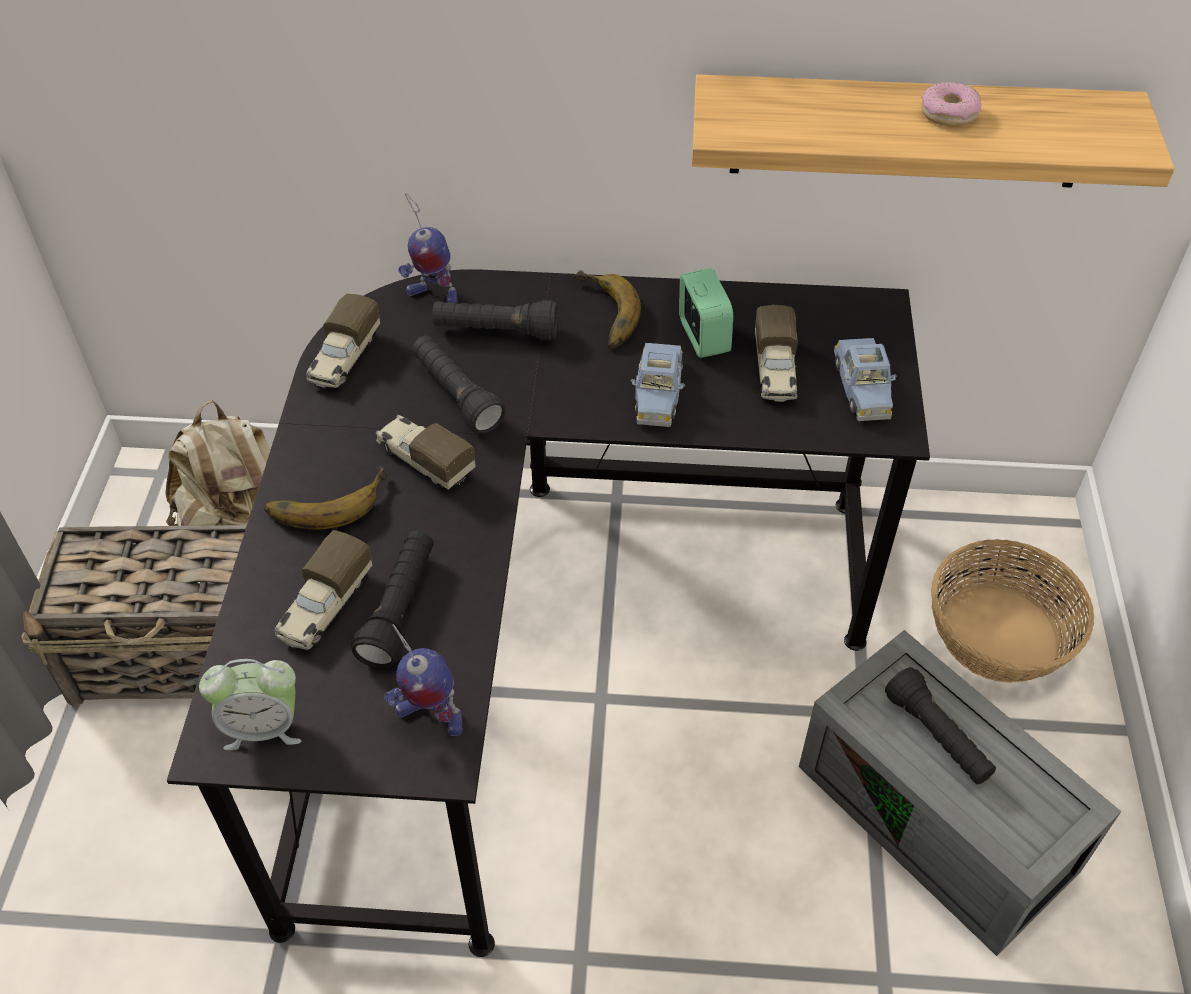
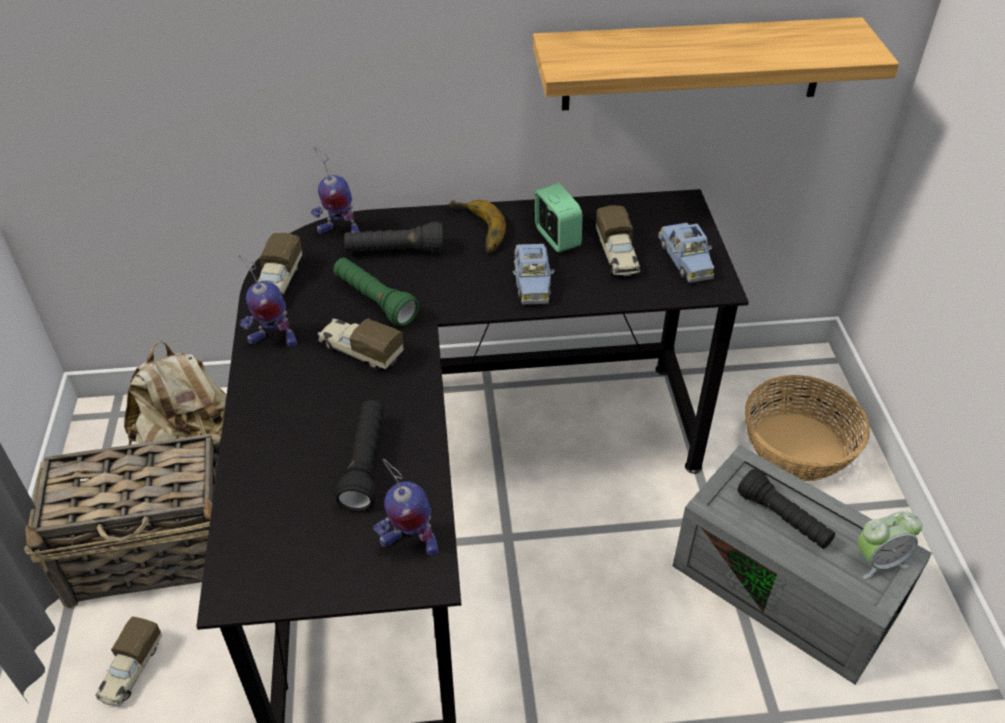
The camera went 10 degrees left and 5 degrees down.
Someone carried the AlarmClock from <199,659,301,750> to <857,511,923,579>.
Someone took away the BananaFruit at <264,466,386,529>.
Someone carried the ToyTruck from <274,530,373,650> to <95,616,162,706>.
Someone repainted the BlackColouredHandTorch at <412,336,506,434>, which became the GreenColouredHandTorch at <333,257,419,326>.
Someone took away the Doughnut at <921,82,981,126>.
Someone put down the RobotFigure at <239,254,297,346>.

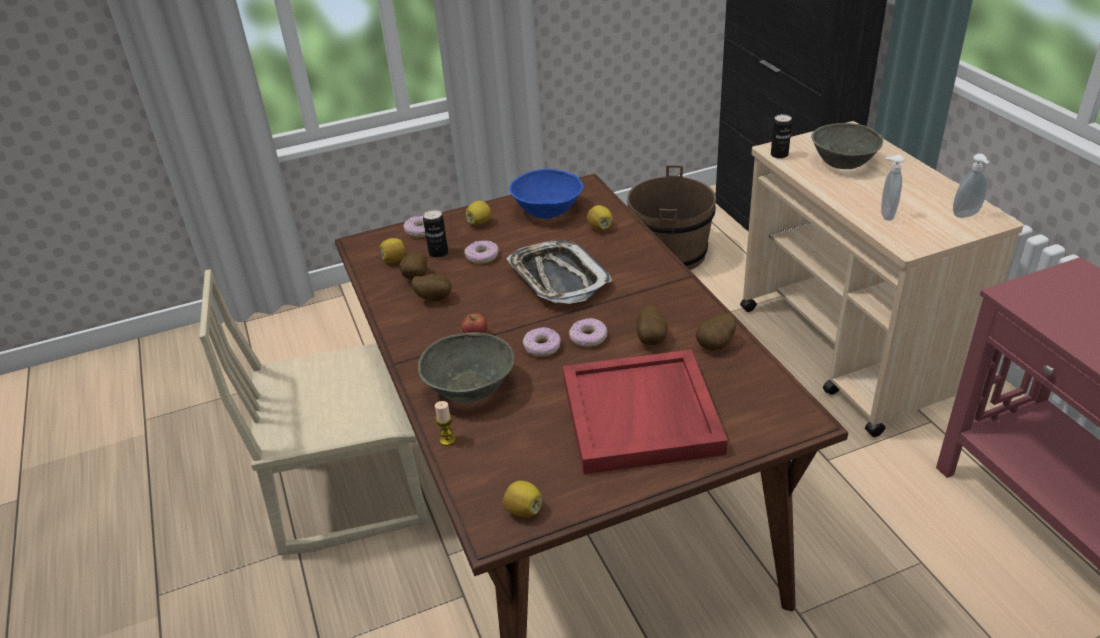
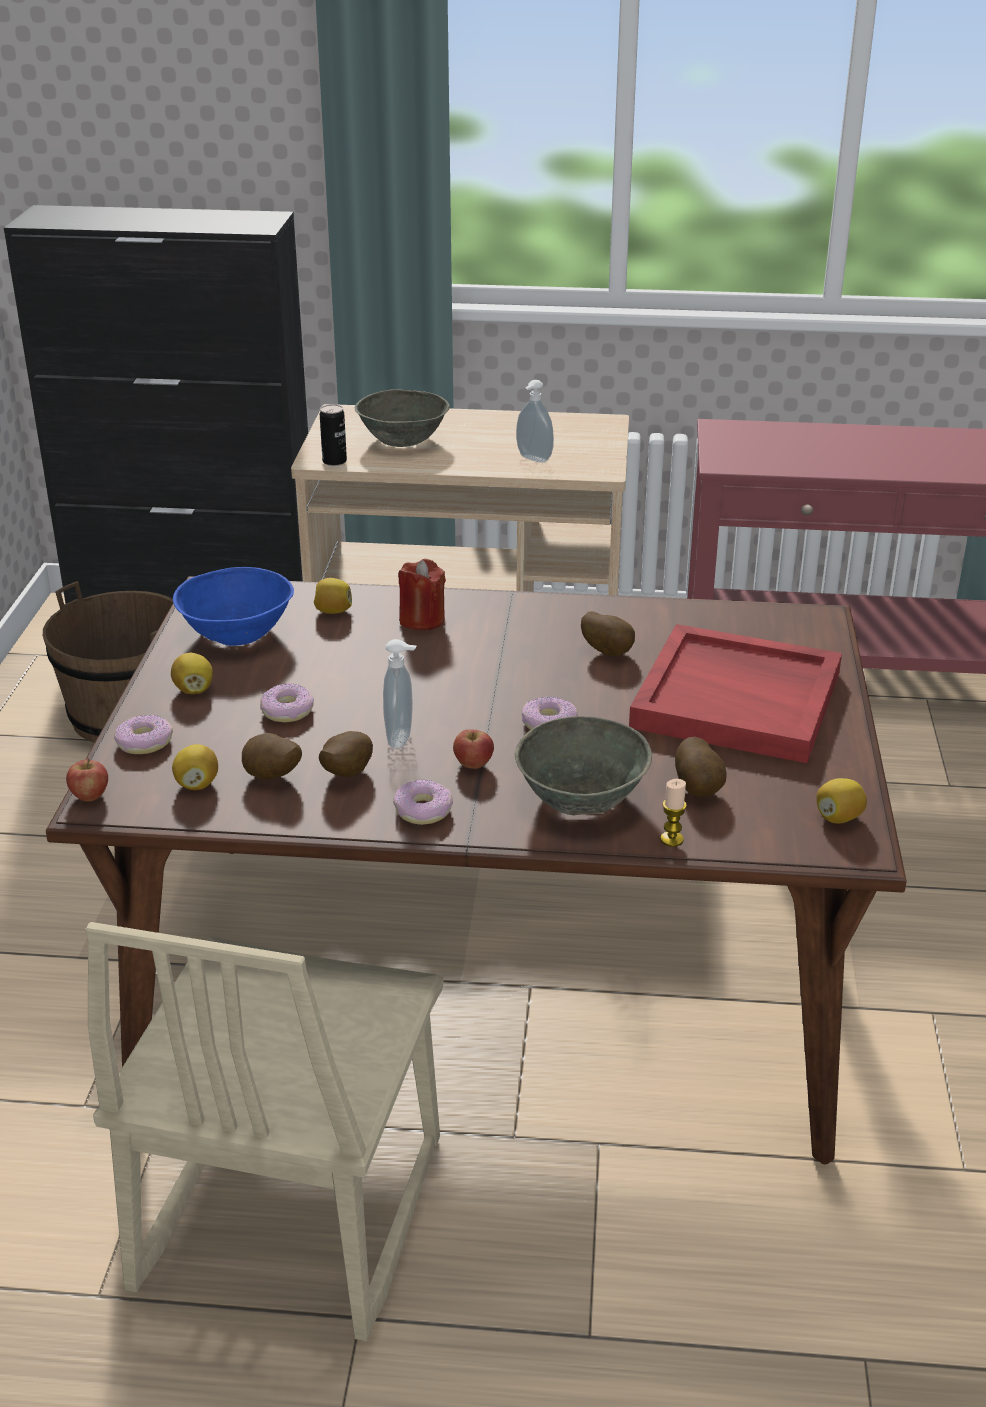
The camera went 65 degrees left and 5 degrees down.
Someone took away the Can at <423,209,448,258>.
Someone took away the Tray at <506,240,612,304>.
Someone carried the Doughnut from <569,318,607,347> to <393,779,453,825>.
Someone carried the Spud from <696,313,736,351> to <675,737,727,797>.
Someone carried the SoapDispenser from <953,154,990,218> to <383,639,417,749>.
Someone put down the Apple at <66,758,108,801>.
Someone put down the RedColouredWaxCandle at <398,559,446,630>.

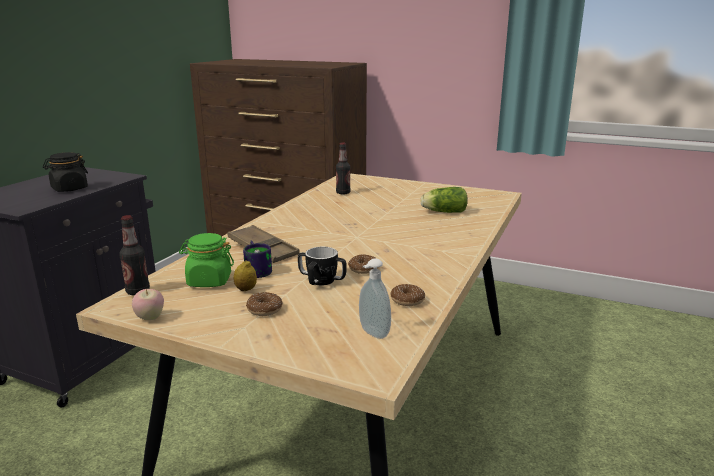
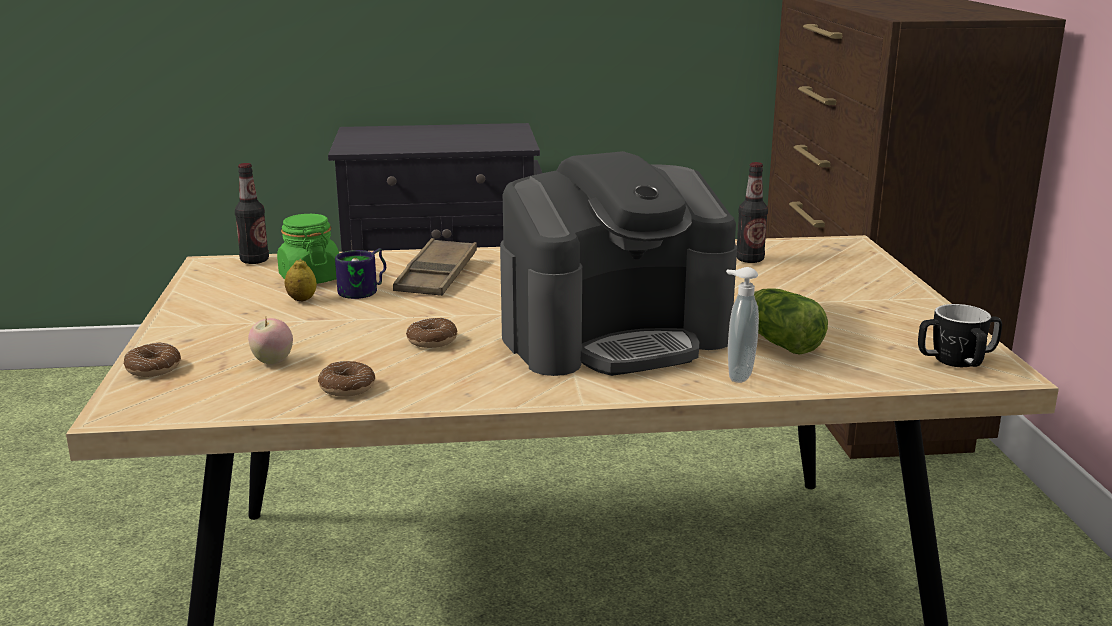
The camera went 60 degrees right and 0 degrees up.
Someone took away the BlackColouredPreserveJar at <43,152,88,192>.
Someone carried the Apple from <132,289,164,320> to <248,317,293,365>.
Someone carried the Doughnut from <246,292,283,316> to <124,342,181,377>.
Someone carried the Mug from <298,247,347,286> to <918,304,1002,367>.
Someone carried the SoapDispenser from <359,259,391,339> to <726,267,759,383>.
Someone put down the CoffeeBrewer at <500,151,737,376>.

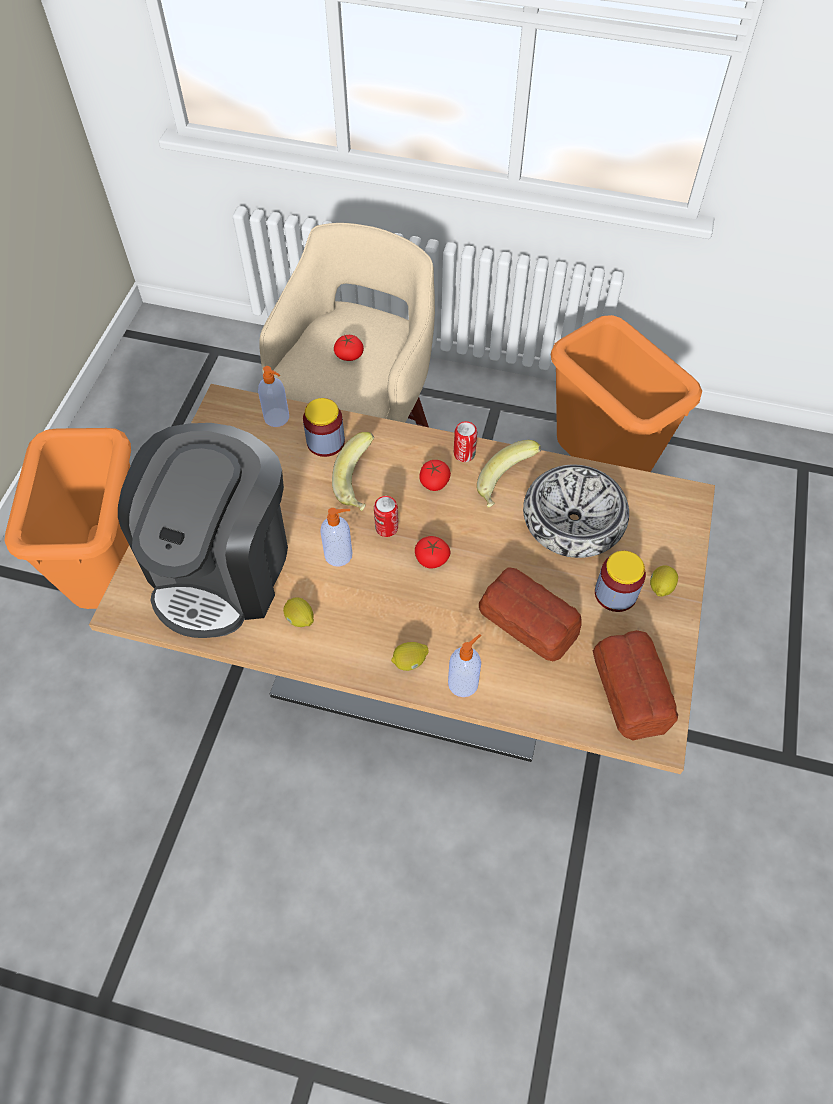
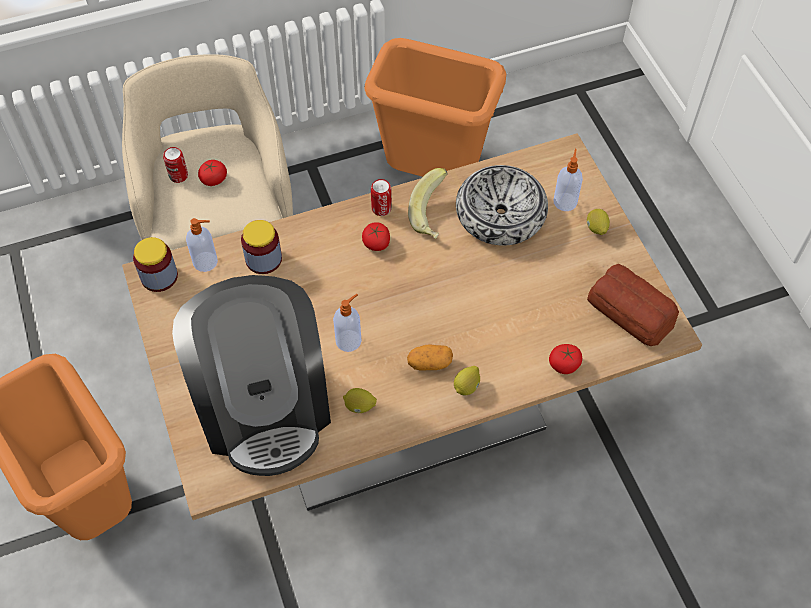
The camera went 35 degrees left and 0 degrees up.
Someone took away the BananaFruit at <332,432,374,511>.
Someone carried the Can from <374,496,398,537> to <163,147,188,183>.
Someone carried the FreshTomato from <415,536,450,569> to <549,344,582,374>.
Someone carried the SoapDispenser from <448,634,481,697> to <553,149,583,211>.
Someone took away the BakeryBread at <479,567,582,661>.
Someone carried the PreserveJar from <595,551,646,612> to <133,237,178,292>.
Someone put down the Spud at <407,344,453,370>.

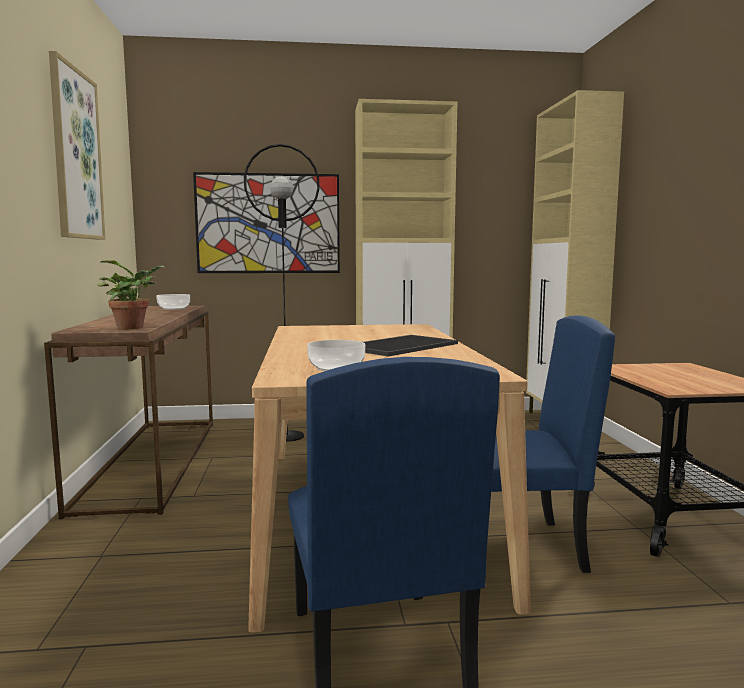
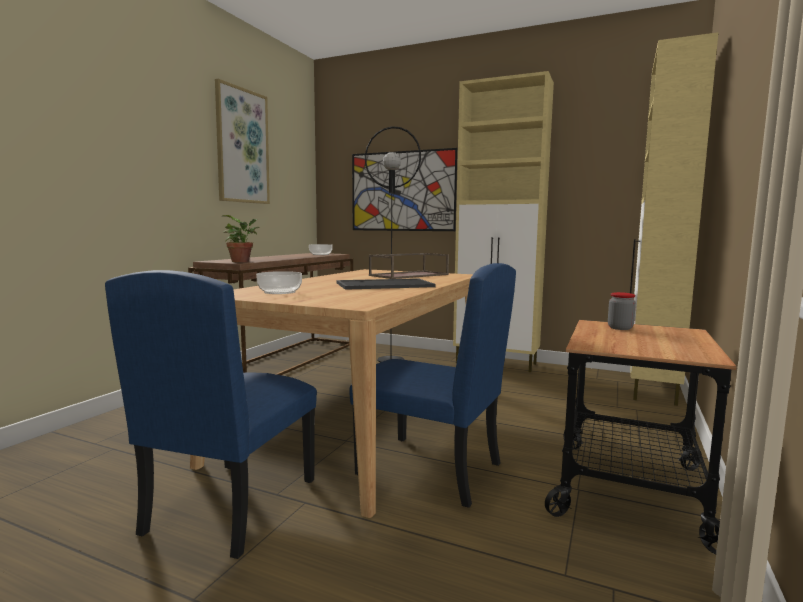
The camera went 30 degrees right and 0 degrees up.
Someone put down the BrownishTray at <369,253,449,279>.
Someone put down the PreserveJar at <608,292,636,330>.

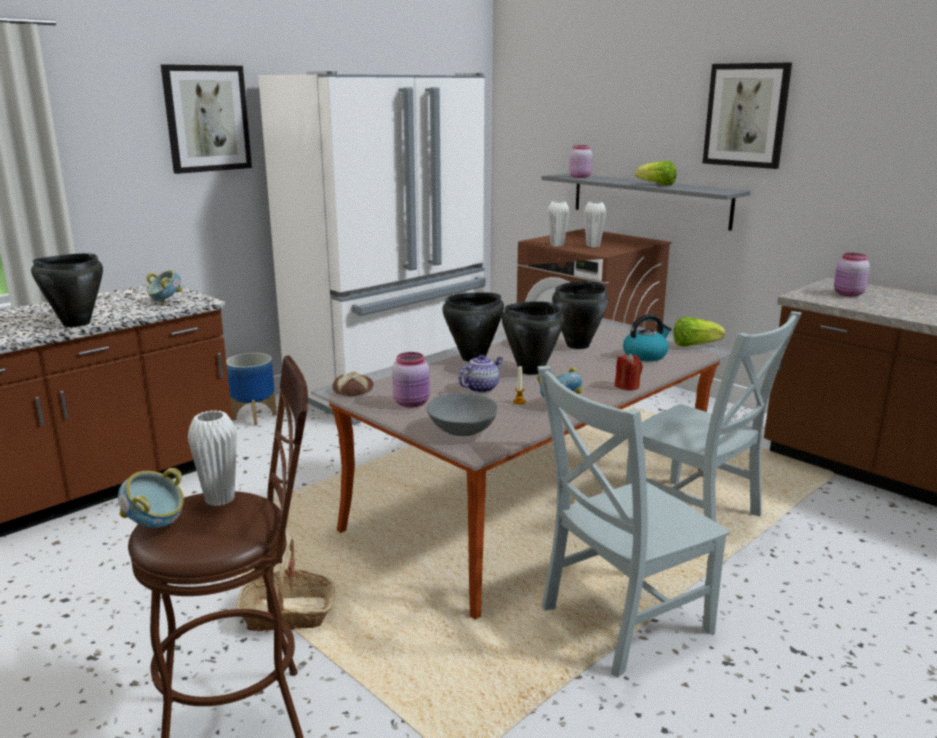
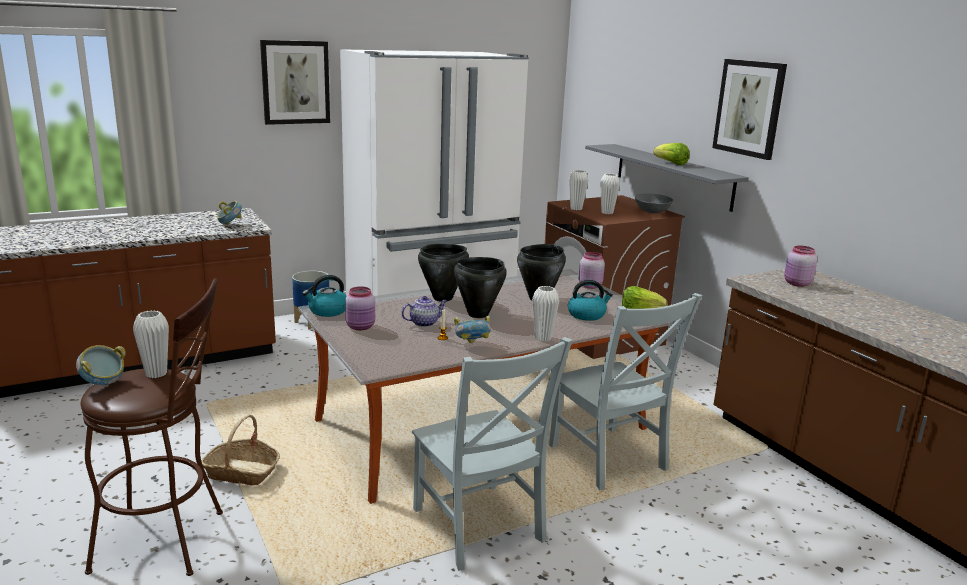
The camera went 15 degrees right and 0 degrees up.
Someone took away the BlackColouredStockpot at <31,253,103,327>.
Someone swapped the BakeryBread at <332,372,373,397> for the Kettle at <302,275,346,317>.
Someone carried the GreyBowl from <427,393,498,436> to <635,194,673,213>.
Someone rotated the GreyUprightChair at <537,366,730,678> by 105 degrees counterclockwise.
Someone carried the PinkColouredPreserveJar from <569,145,592,178> to <579,252,605,289>.
Someone swapped the RedColouredWaxCandle at <615,353,643,390> for the WhiteFlowerVase at <532,286,559,341>.

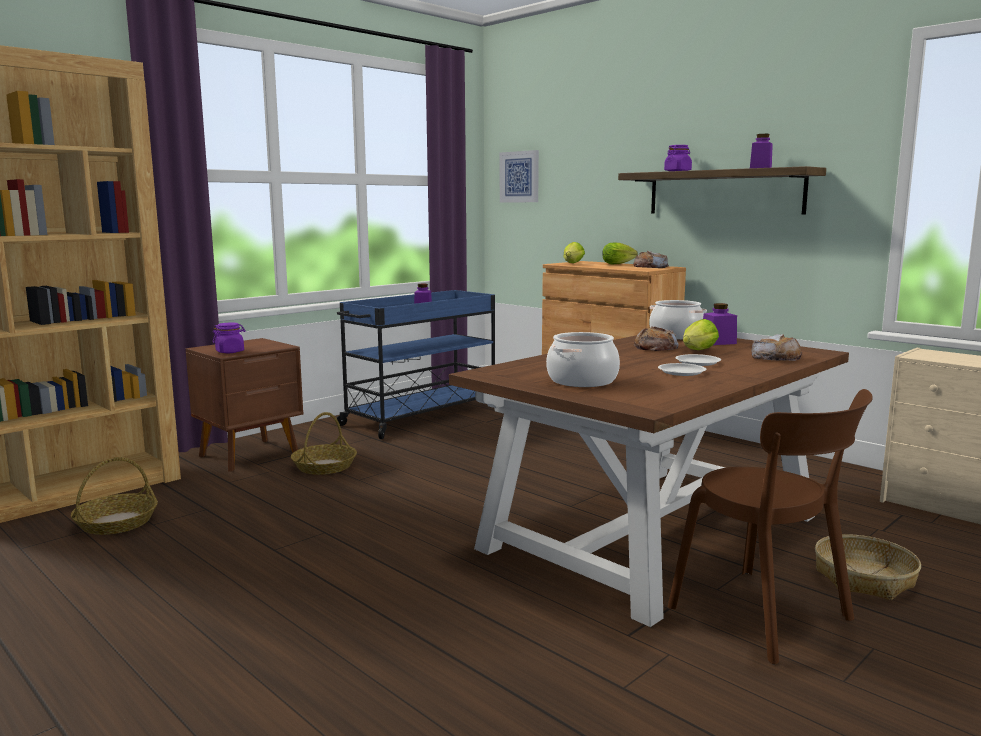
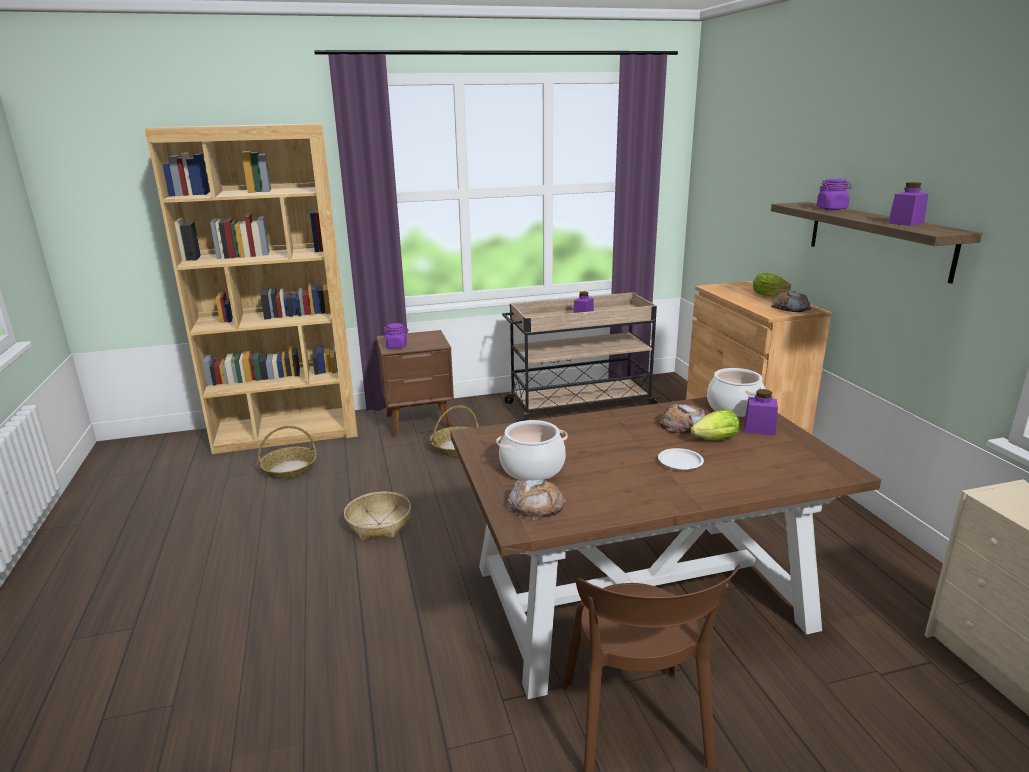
The camera went 30 degrees right and 10 degrees up.
Someone repainted the BluishWheeledCart at <337,290,495,439>, which became the BeigeColouredWheeledCart at <502,292,661,421>.
Someone took away the WallPicture at <500,150,539,203>.
Someone took away the LettuceHead at <564,242,585,263>.
Someone took away the WhiteFlatDish at <658,363,706,376>.
Someone carried the BakeryBread from <752,334,802,361> to <507,478,566,520>.
Someone carried the StorageBasket from <815,534,921,600> to <344,492,411,540>.

